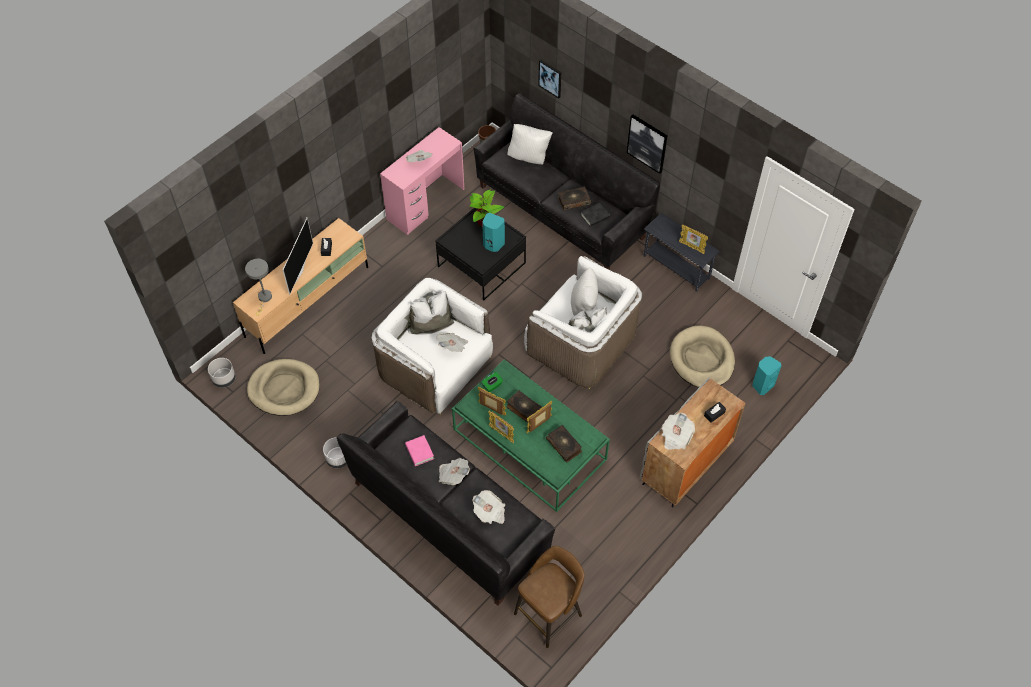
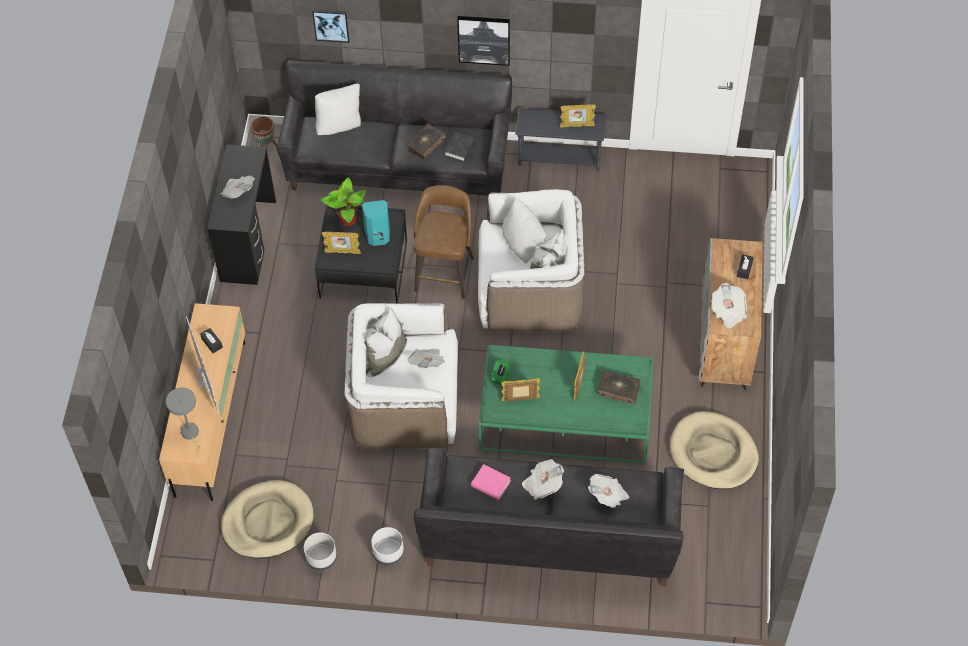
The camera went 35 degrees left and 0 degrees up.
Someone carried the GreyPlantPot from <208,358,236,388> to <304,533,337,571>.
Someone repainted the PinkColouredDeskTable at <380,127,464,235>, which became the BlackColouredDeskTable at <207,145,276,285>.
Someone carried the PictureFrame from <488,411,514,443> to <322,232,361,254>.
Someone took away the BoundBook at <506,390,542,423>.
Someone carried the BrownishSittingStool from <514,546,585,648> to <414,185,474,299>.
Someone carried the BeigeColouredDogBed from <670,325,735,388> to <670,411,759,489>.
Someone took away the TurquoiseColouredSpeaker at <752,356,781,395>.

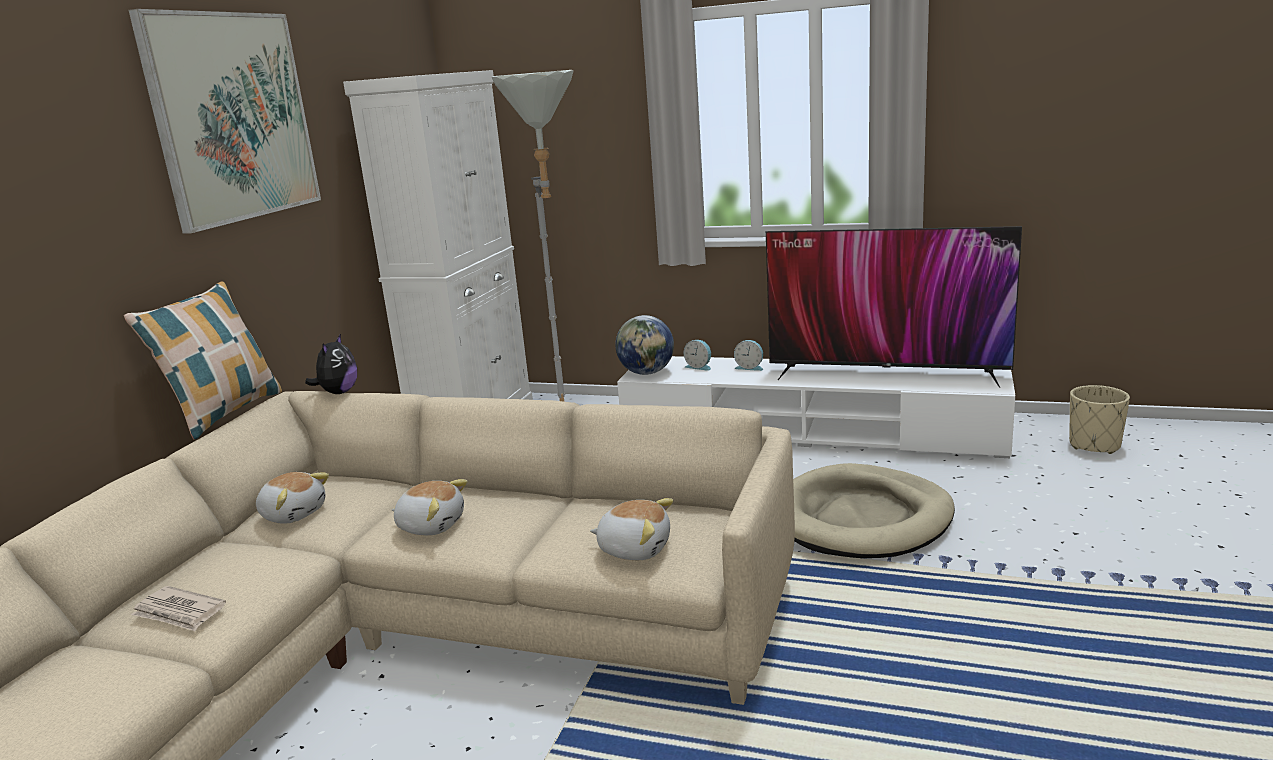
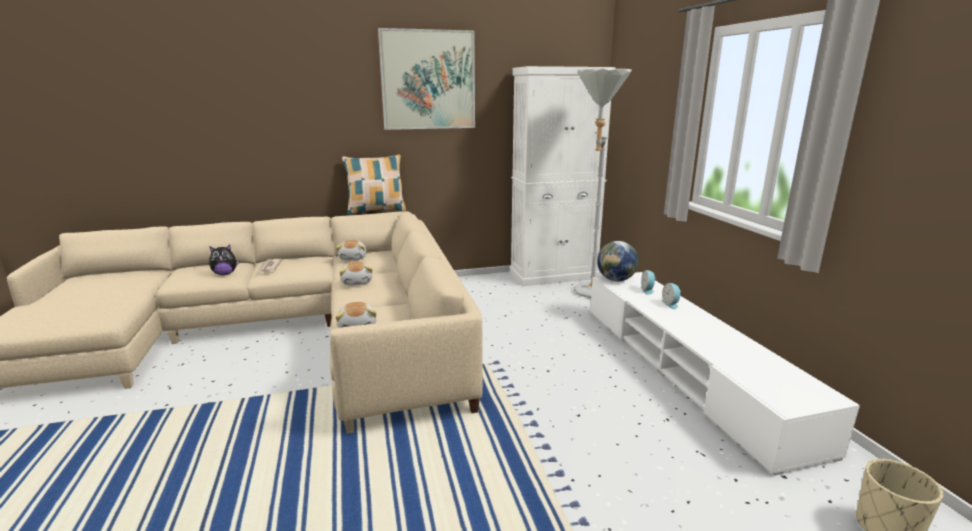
The camera went 55 degrees right and 0 degrees up.
Someone carried the CuddlyToy from <305,333,357,394> to <209,245,239,275>.
Someone took away the Tv at <766,226,1022,388>.
Someone took away the BeigeColouredDogBed at <793,463,955,558>.

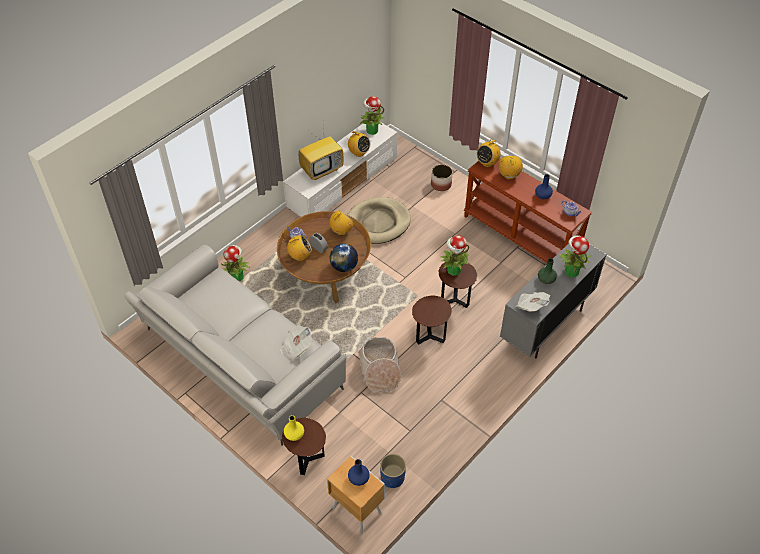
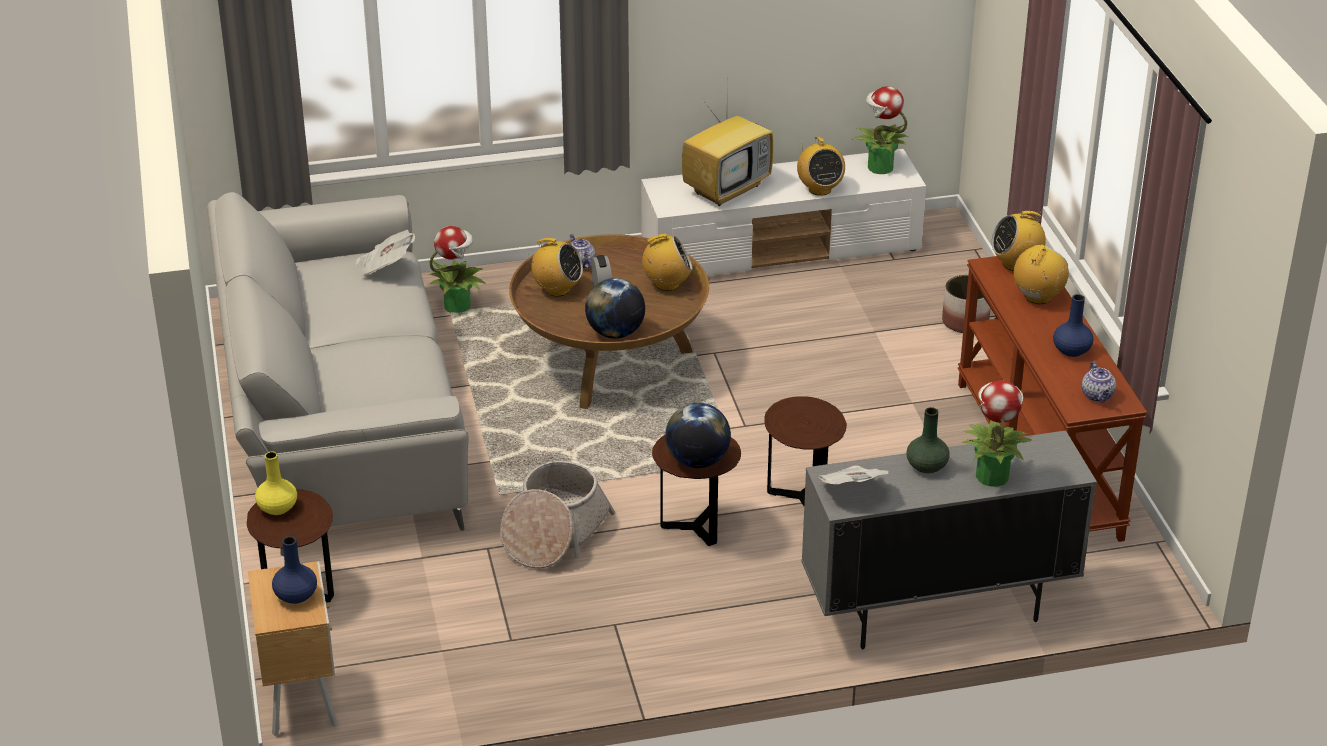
The camera went 35 degrees right and 15 degrees down.
Someone carried the PrintedPaper from <280,325,312,360> to <355,230,415,276>.
Someone rotated the Tv at <299,126,344,180> by 45 degrees counterclockwise.
Someone took away the BeigeColouredDogBed at <347,197,411,244>.
Someone took away the BluishPlantPot at <380,454,406,488>.
Someone took away the PottedPlant at <440,235,469,276>.
Someone put down the DeskGlobe at <665,403,731,468>.

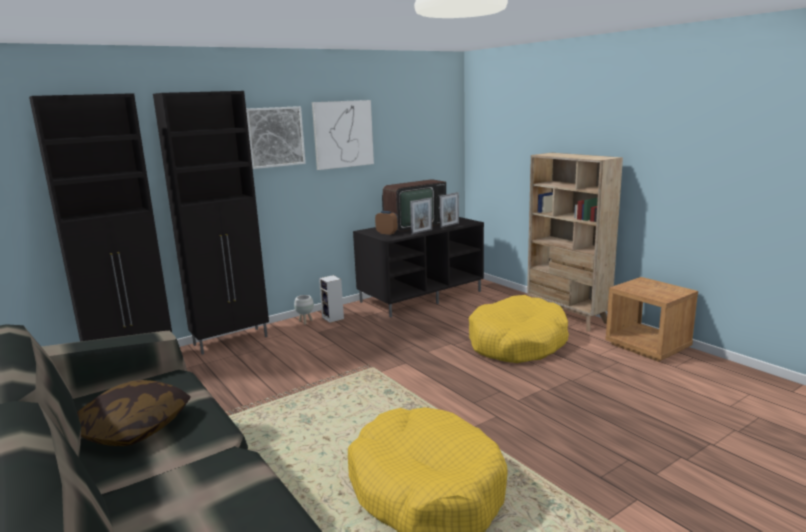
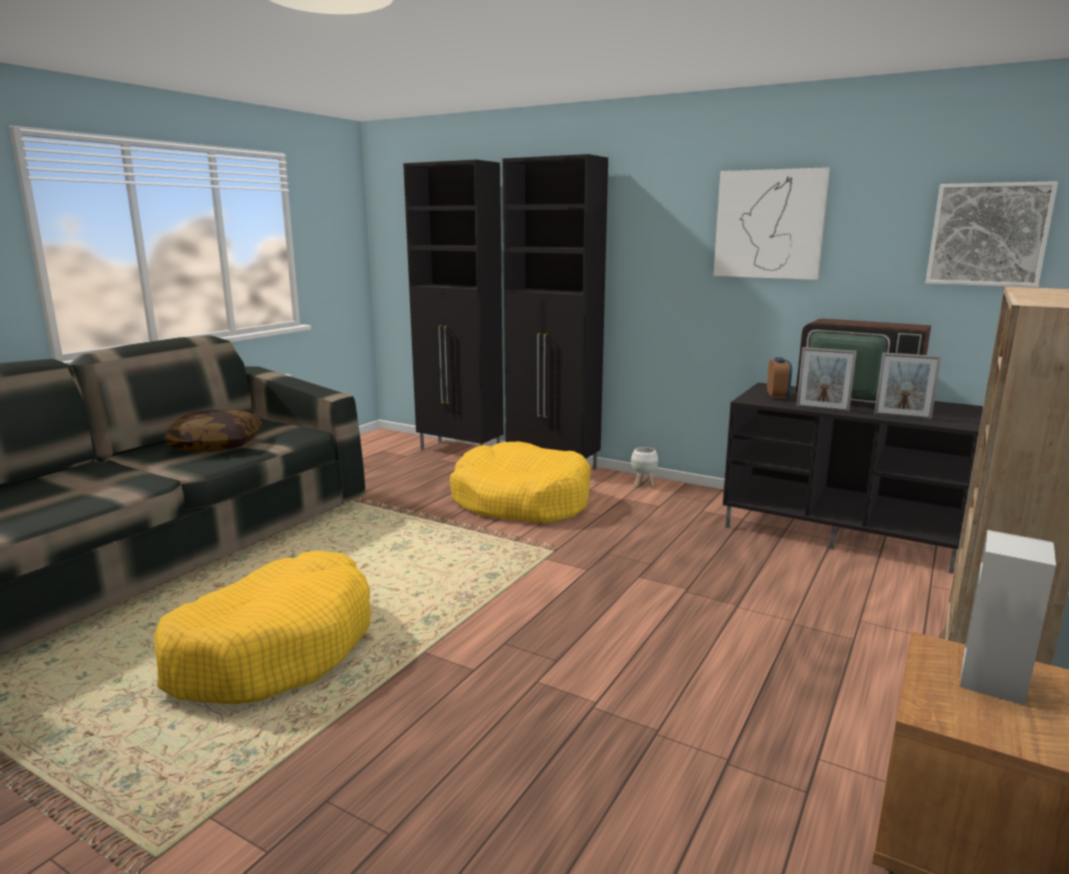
The camera went 65 degrees right and 0 degrees up.
Someone carried the WallPicture from <246,106,306,169> to <926,181,1058,288>.
Someone carried the Speaker from <319,275,344,323> to <960,530,1056,705>.
Someone carried the YellowishDogBed from <469,295,569,363> to <450,442,591,524>.

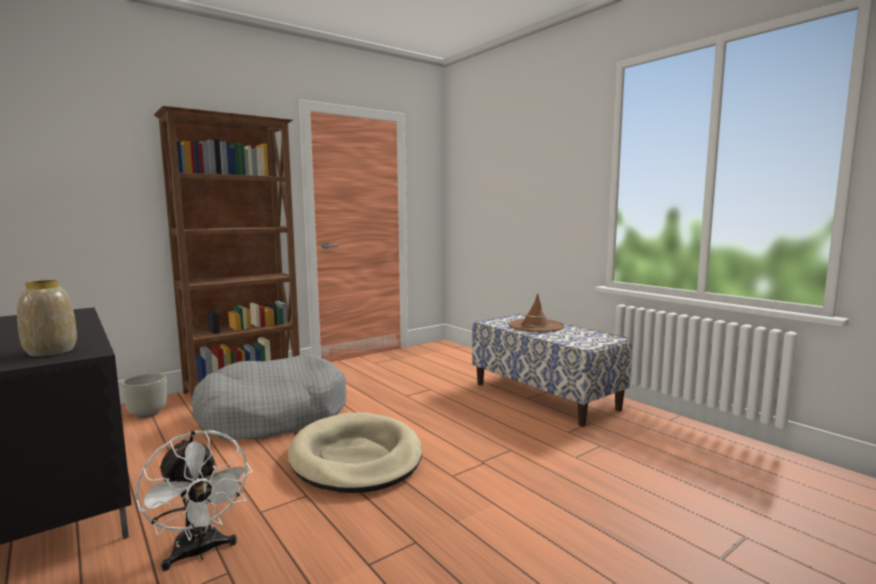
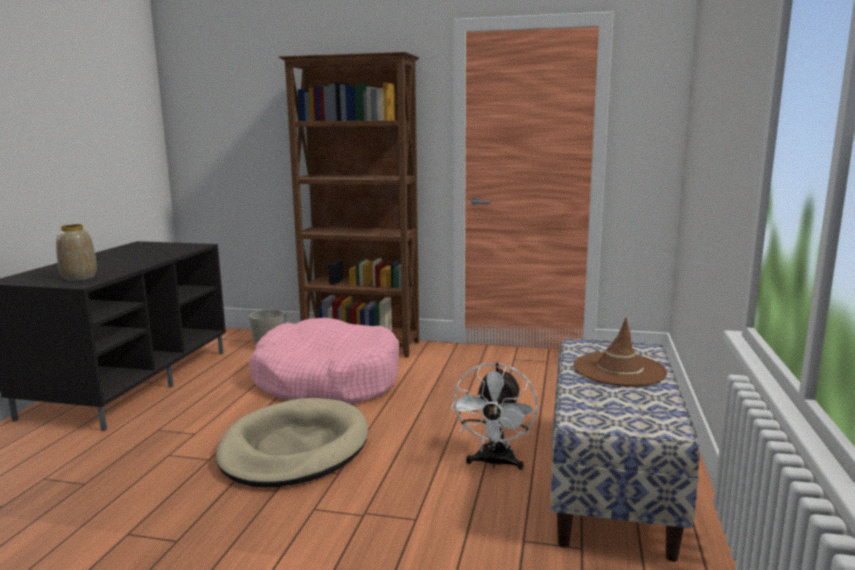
The camera went 50 degrees right and 5 degrees up.
Someone carried the WhiteFan from <136,431,252,571> to <451,362,538,470>.
Someone repainted the GreyDogBed at <191,355,347,440>, which became the PinkColouredDogBed at <249,318,399,405>.

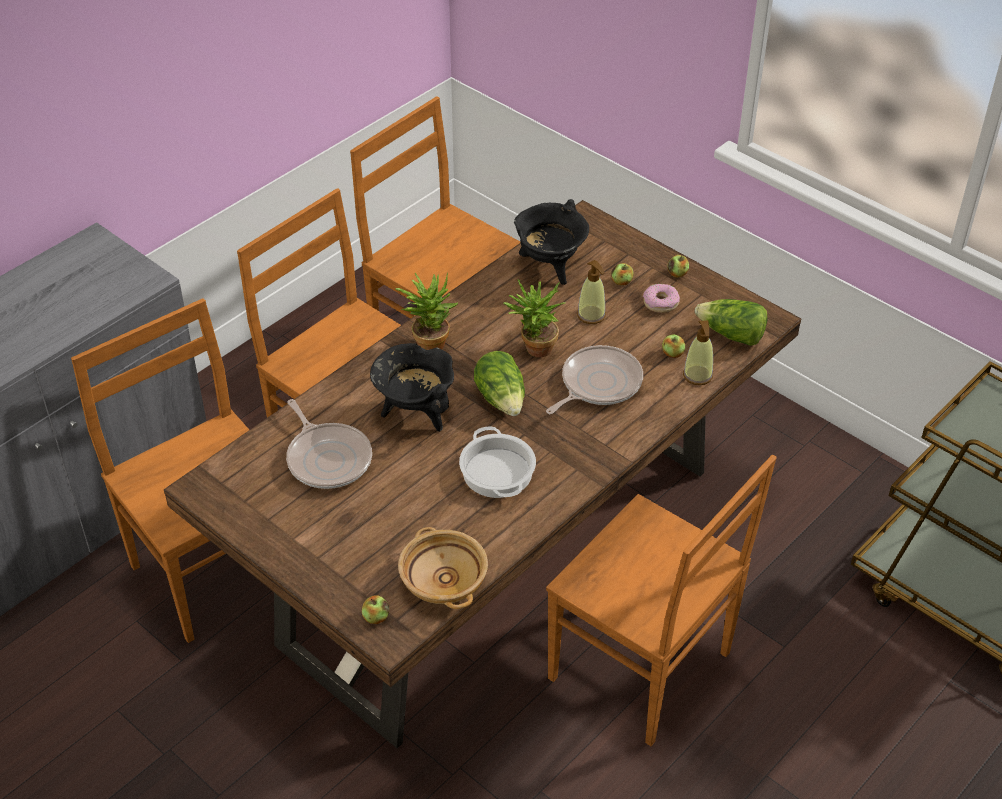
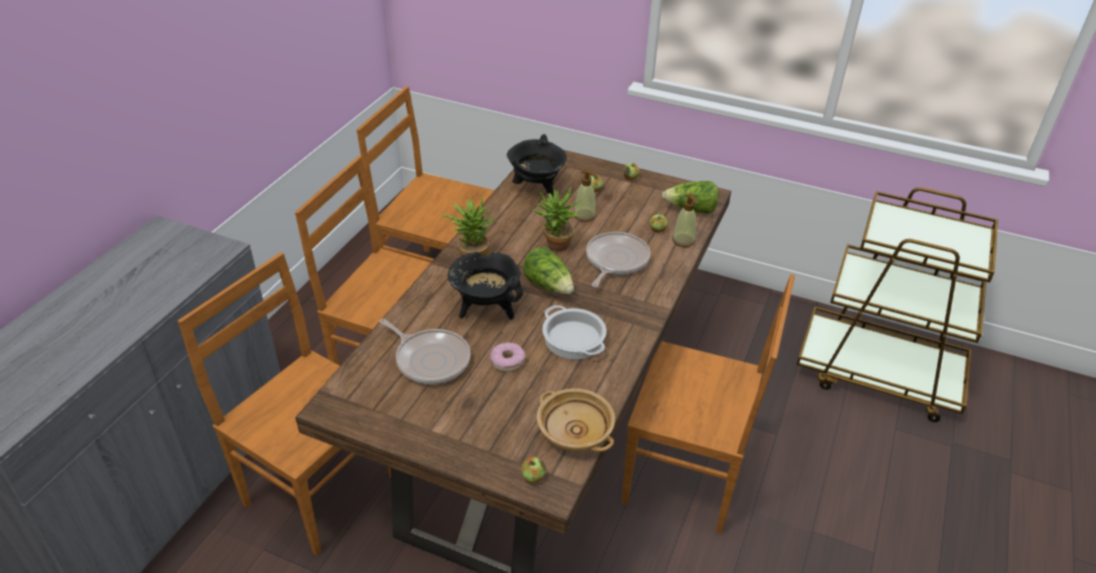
The camera went 20 degrees left and 5 degrees down.
Someone carried the Doughnut from <643,284,680,313> to <490,343,526,372>.

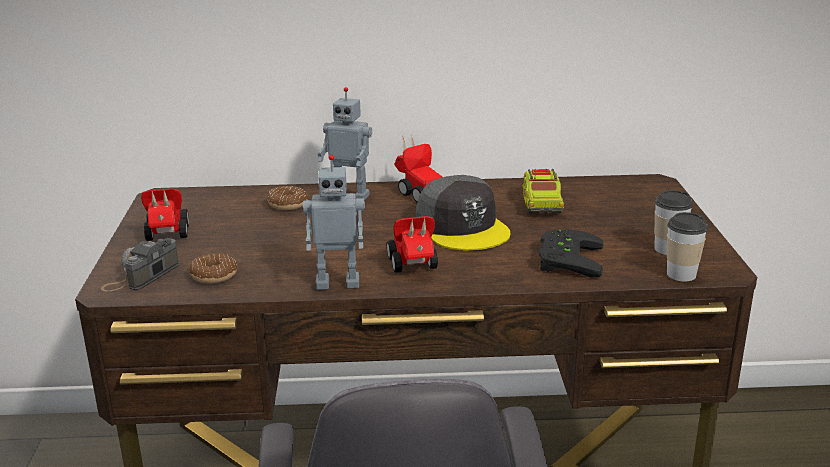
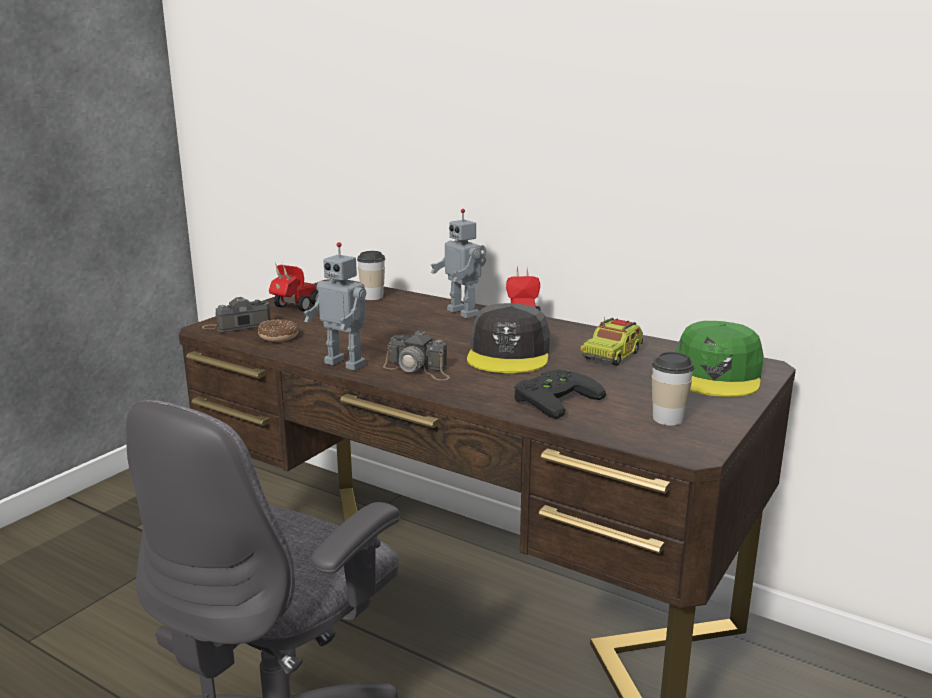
The camera went 35 degrees right and 5 degrees down.
Someone took away the Doughnut at <267,186,308,210>.
Someone swapped the ToyCar at <387,216,438,273> for the StillCamera at <383,331,450,380>.
Someone carried the DrinkingCup from <667,212,708,281> to <357,251,385,300>.
Someone put down the GreenColouredPeakedCap at <676,321,764,397>.

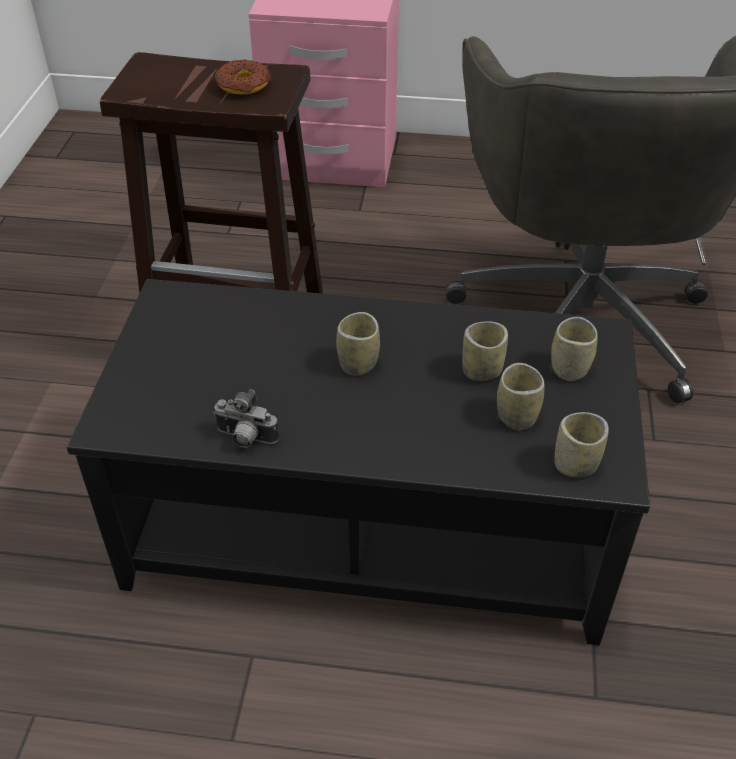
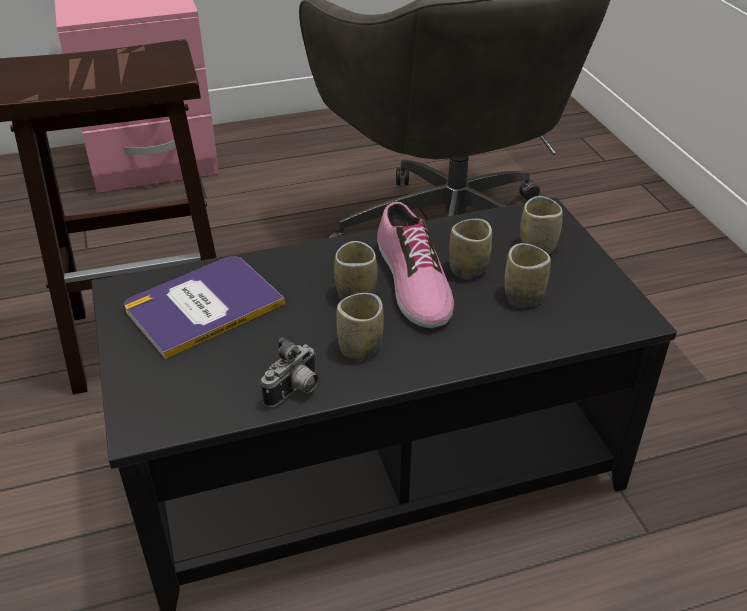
The camera went 25 degrees left and 5 degrees down.
Someone rotated the StillCamera at <213,389,279,448> by 45 degrees counterclockwise.
Someone took away the Doughnut at <215,60,271,95>.
Someone carried the DrinkingCup from <554,412,609,477> to <337,293,384,359>.
Someone put down the BoundBook at <124,256,285,359>.
Someone put down the ItemOfFootwear at <377,201,454,328>.

